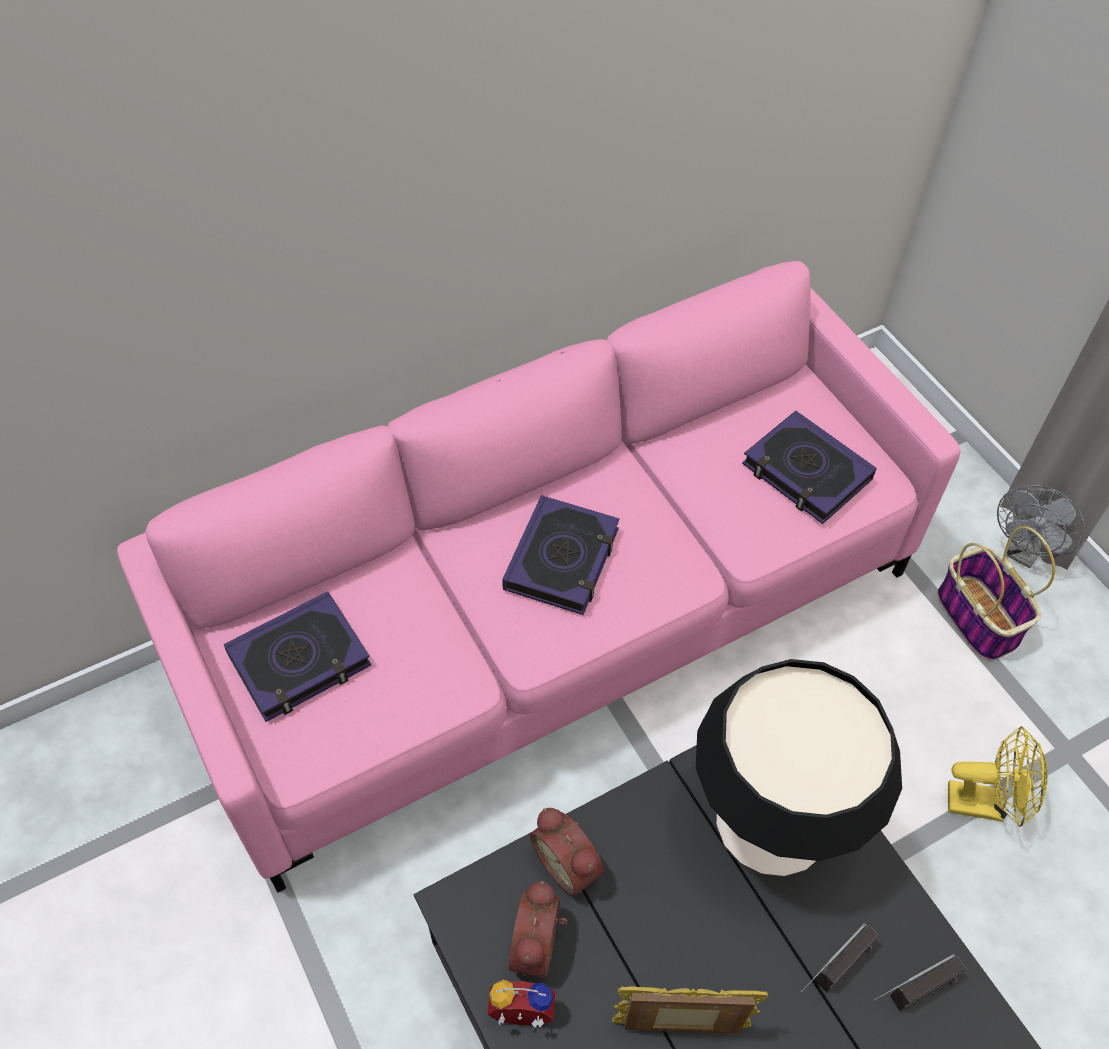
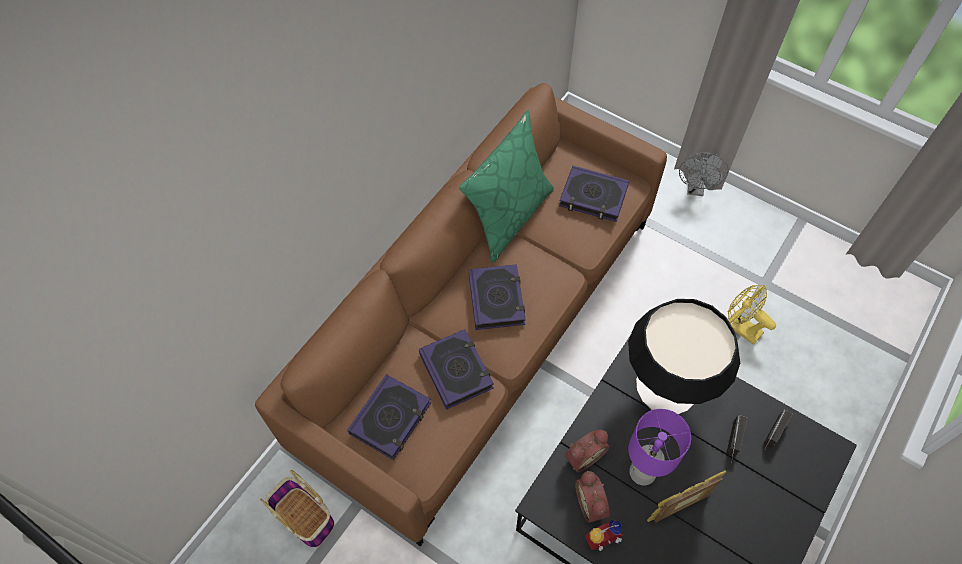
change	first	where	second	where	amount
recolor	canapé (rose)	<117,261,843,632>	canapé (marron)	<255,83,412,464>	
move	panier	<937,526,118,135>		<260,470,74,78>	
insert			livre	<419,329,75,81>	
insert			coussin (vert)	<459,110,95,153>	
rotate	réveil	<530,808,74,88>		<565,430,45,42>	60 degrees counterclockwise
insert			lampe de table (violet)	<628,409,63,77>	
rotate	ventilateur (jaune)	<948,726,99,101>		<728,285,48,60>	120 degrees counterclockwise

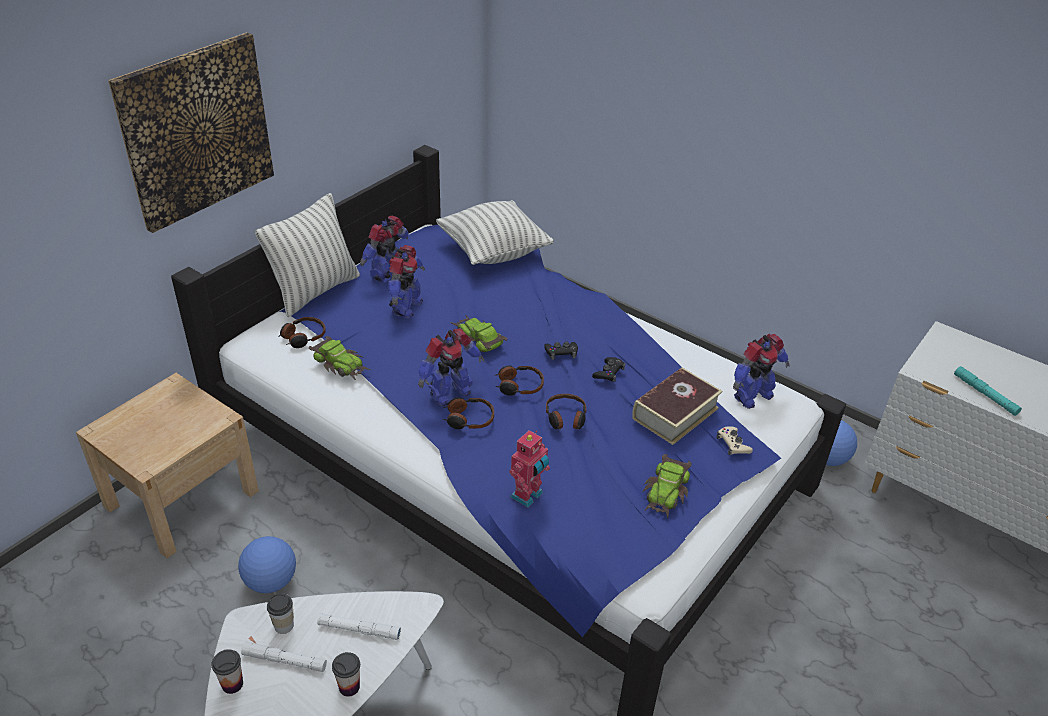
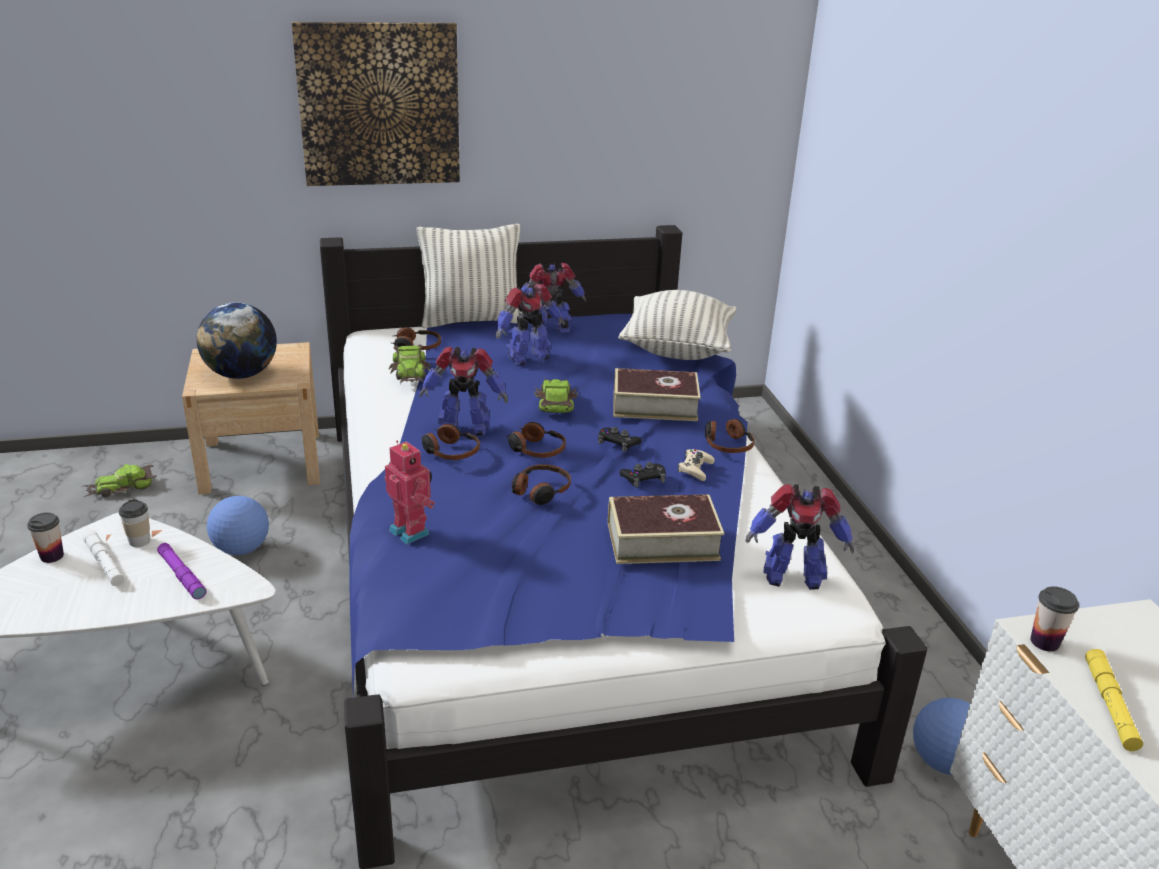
change	first	where	second	where	amount
move	petite voiture	<642,454,50,65>		<83,464,74,33>	
recolor	lampe de poche (blanc)	<317,613,84,27>	lampe de poche (violet)	<157,543,49,56>	
insert			globe	<197,302,80,77>	
rotate	robot jouet	<509,430,41,78>		<384,440,51,104>	120 degrees counterclockwise
insert			livre	<613,368,88,53>	
move	manette (beige)	<716,426,37,29>		<677,449,38,32>	
insert			casque audio	<705,419,50,34>	
move	tasse	<332,652,28,45>		<1030,586,49,66>	
recolor	lampe de poche (turquoise)	<954,366,68,50>	lampe de poche (jaune)	<1085,649,58,102>	

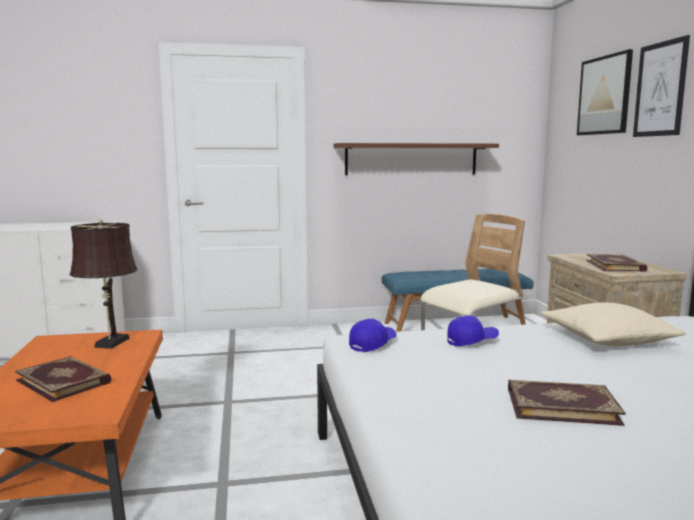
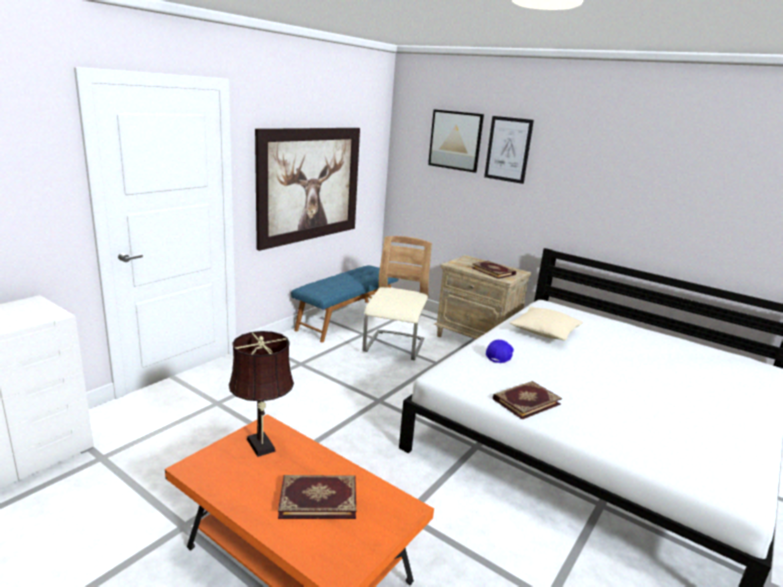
change	first	where	second	where	amount
replace	étagère (marron)	<333,143,166,32>	tableau	<255,128,105,123>	
move	livre	<508,380,118,46>		<493,381,69,39>	
delete	casquette (bleu)	<349,319,48,33>			

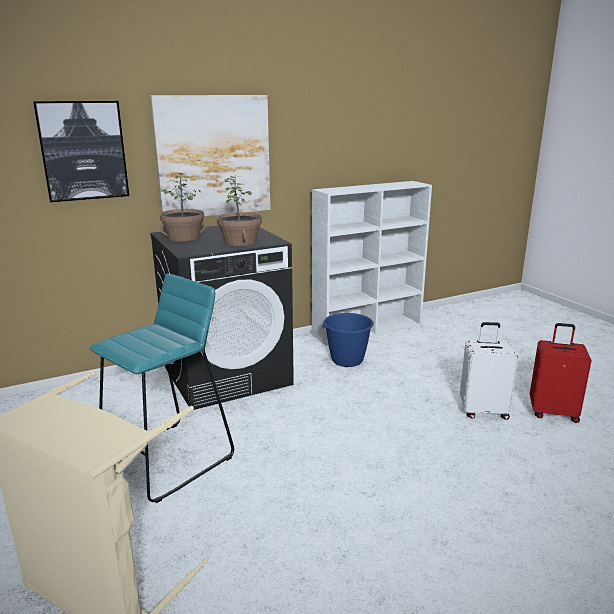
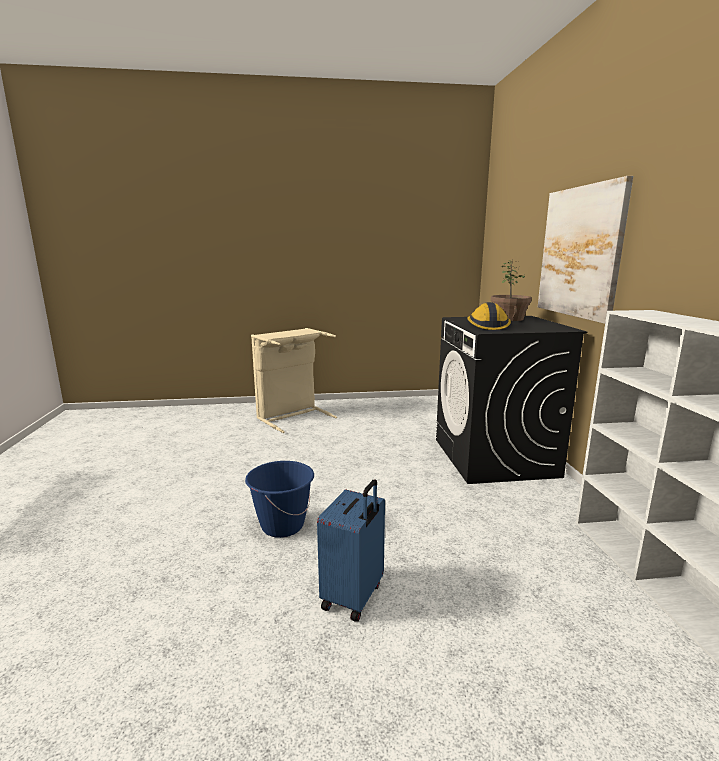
change	first	where	second	where	amount
move	seau (bleu)	<322,313,52,54>		<245,461,69,77>	
recolor	valise (blanc)	<460,322,58,98>	valise (bleu)	<317,479,68,143>	
replace	plante en pot	<217,175,45,71>	casque de chantier	<467,302,44,28>	
delete	tableau	<33,101,96,101>			
delete	tabouret (turquoise)	<89,273,145,230>			
delete	valise (rouge)	<530,323,61,100>			

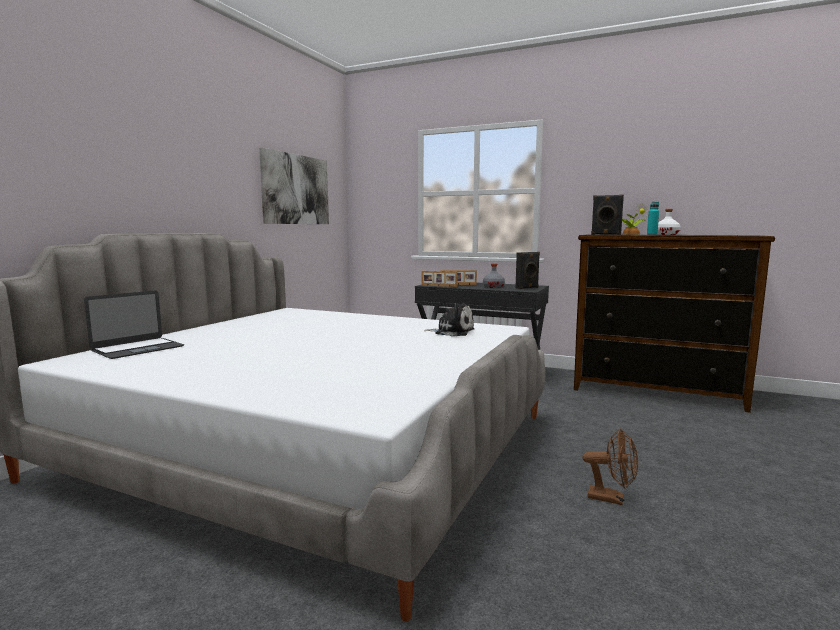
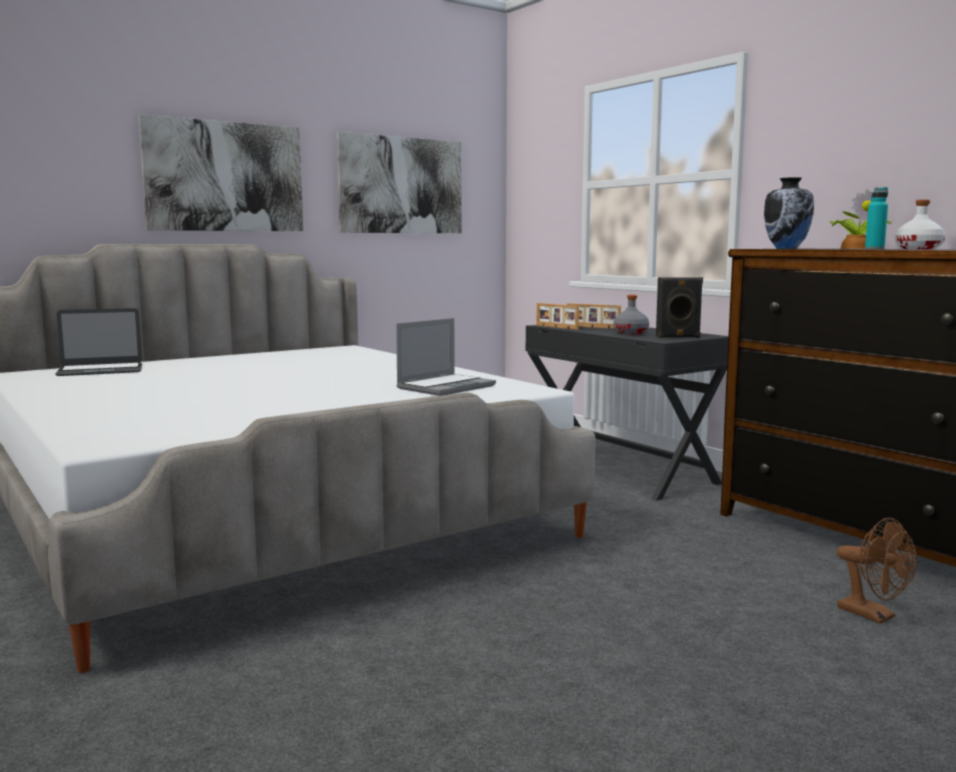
change	first	where	second	where	amount
insert			tableau	<139,115,164,116>	
replace	peluche	<424,303,51,34>	ordinateur portable	<396,318,100,78>	
replace	enceinte (noir)	<591,194,33,41>	vase	<764,177,50,72>	
move	ventilateur (marron)	<582,429,56,76>		<837,518,80,106>	

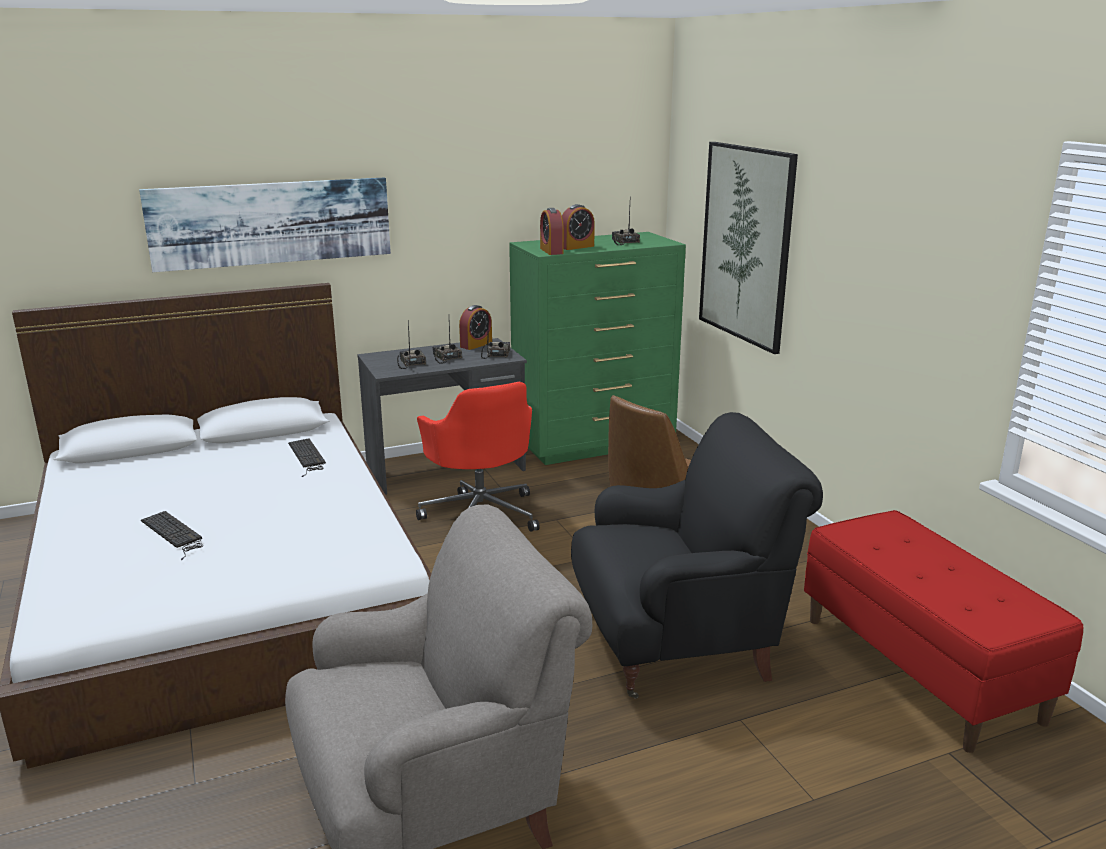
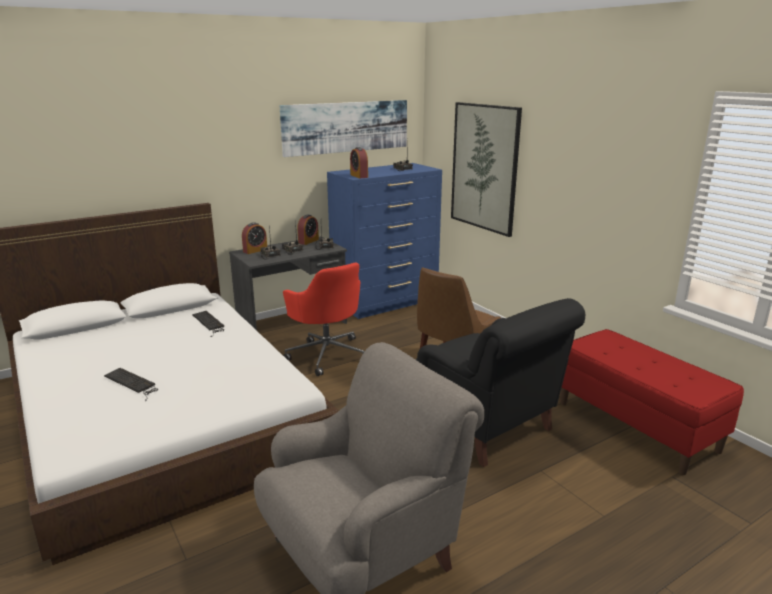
change	first	where	second	where	amount
move	réveil	<562,204,33,46>		<242,222,25,32>	
move	tableau	<139,177,252,95>		<279,100,128,57>	
recolor	commode (vert)	<509,232,177,233>	commode (bleu)	<327,163,115,156>	
rotate	fauteuil (noir)	<571,412,252,287>		<415,298,170,169>	75 degrees clockwise

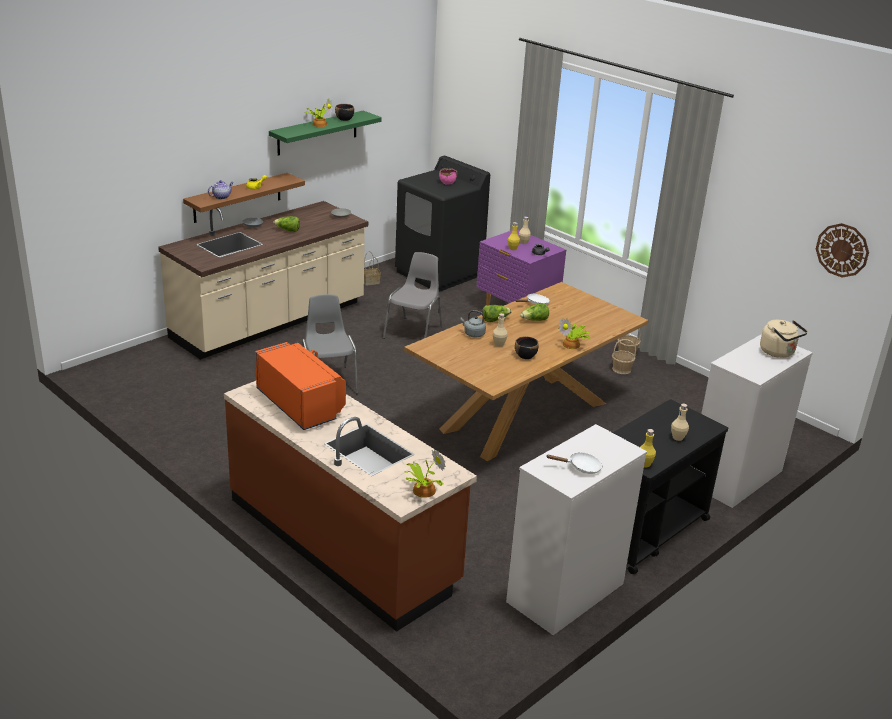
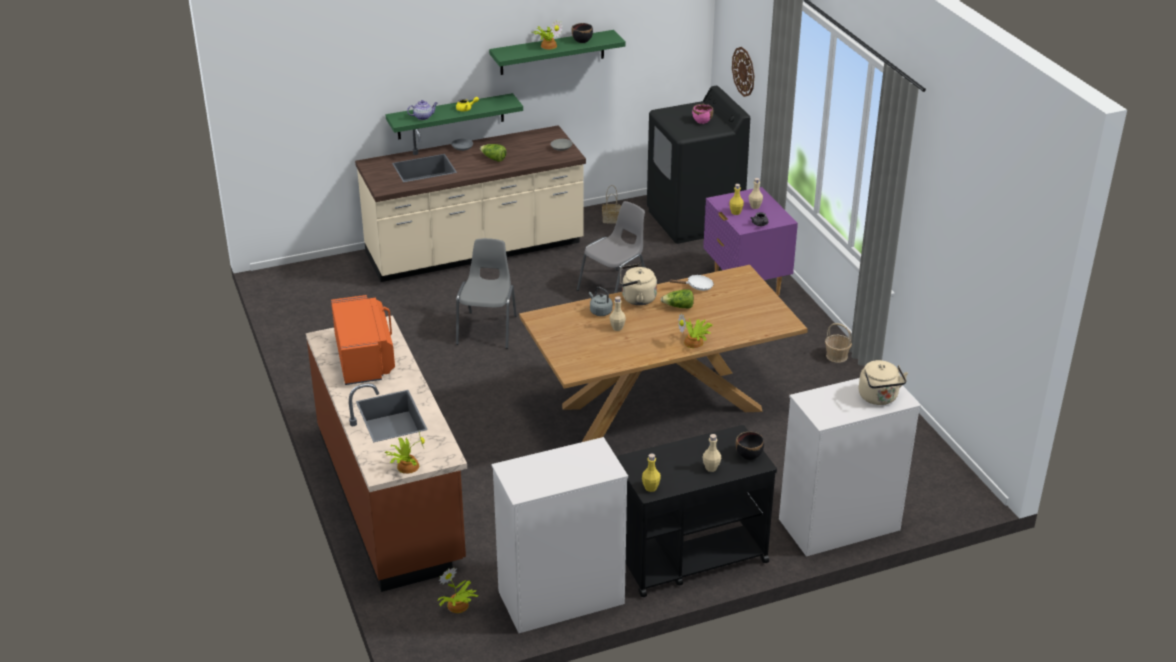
change	first	where	second	where	amount
recolor	étagère (marron)	<183,173,122,50>	étagère (vert)	<385,93,138,46>	
insert			plante en pot	<437,567,42,46>	
replace	laitue	<482,305,30,17>	bouilloire (beige)	<620,264,37,41>	
move	horloge murale	<816,223,53,54>		<732,47,23,50>	
move	bol (noir)	<515,336,24,23>		<736,431,28,29>	
delete	poêle (blanc)	<547,452,55,22>			
delete	panier	<612,339,24,35>			

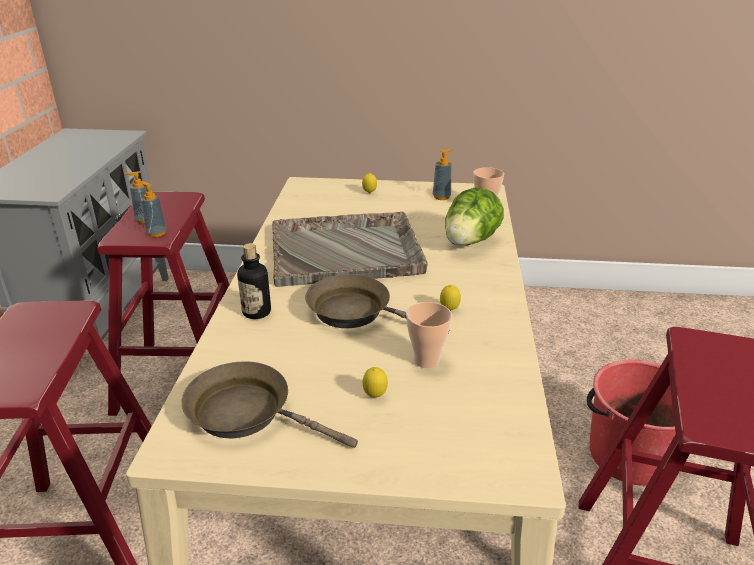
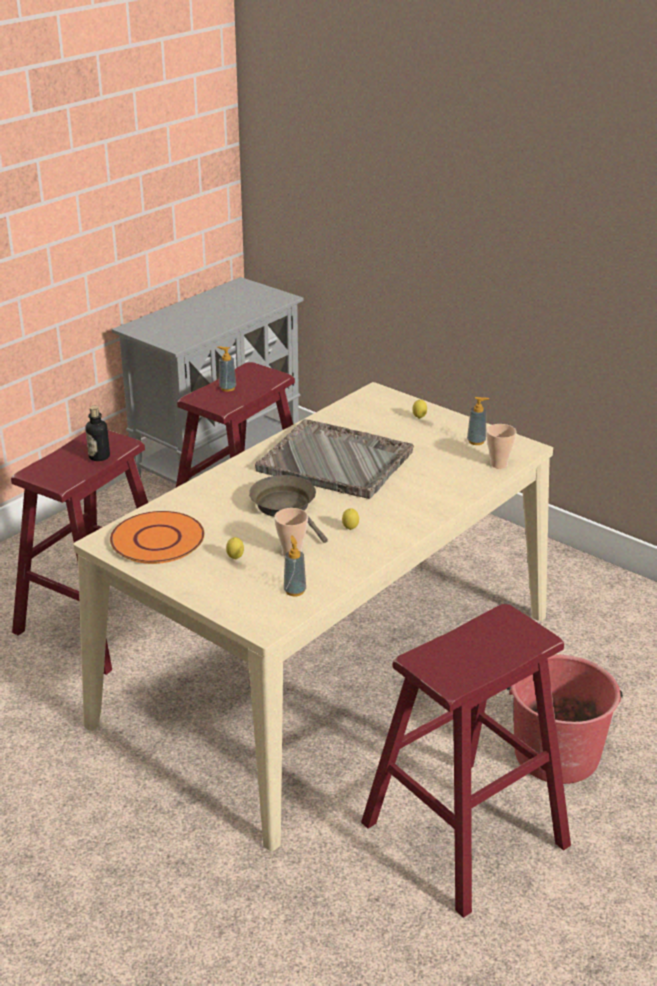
change	first	where	second	where	amount
move	bouteille	<237,243,34,76>		<85,406,25,55>	
replace	poêle (marron)	<182,361,176,87>	assiette (orange)	<110,511,95,53>	
move	distributeur de savon	<141,181,26,56>		<284,535,22,61>	
delete	laitue	<445,187,59,59>			

